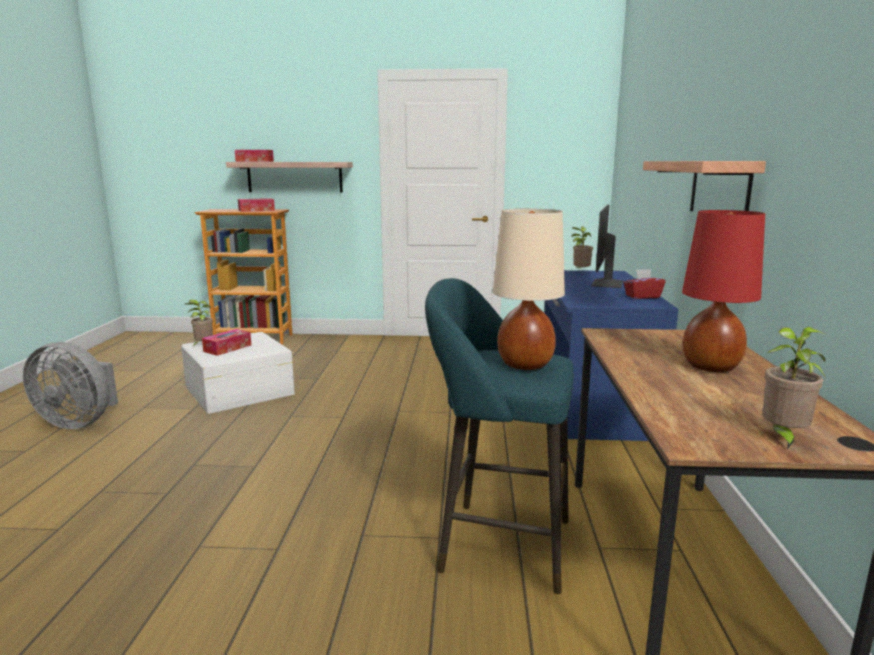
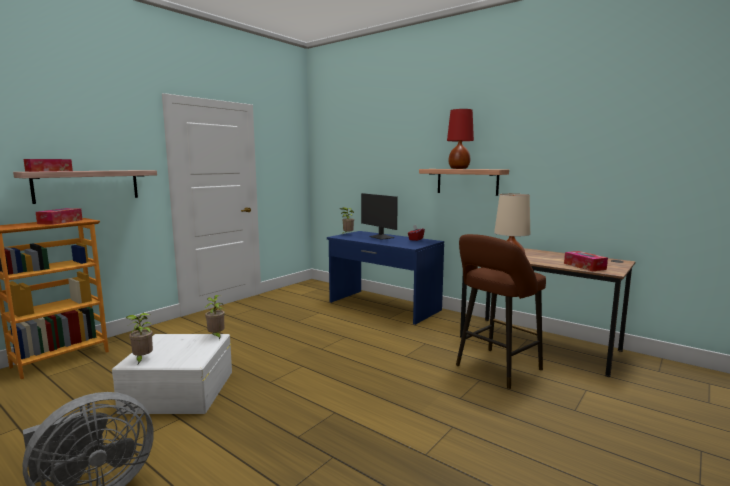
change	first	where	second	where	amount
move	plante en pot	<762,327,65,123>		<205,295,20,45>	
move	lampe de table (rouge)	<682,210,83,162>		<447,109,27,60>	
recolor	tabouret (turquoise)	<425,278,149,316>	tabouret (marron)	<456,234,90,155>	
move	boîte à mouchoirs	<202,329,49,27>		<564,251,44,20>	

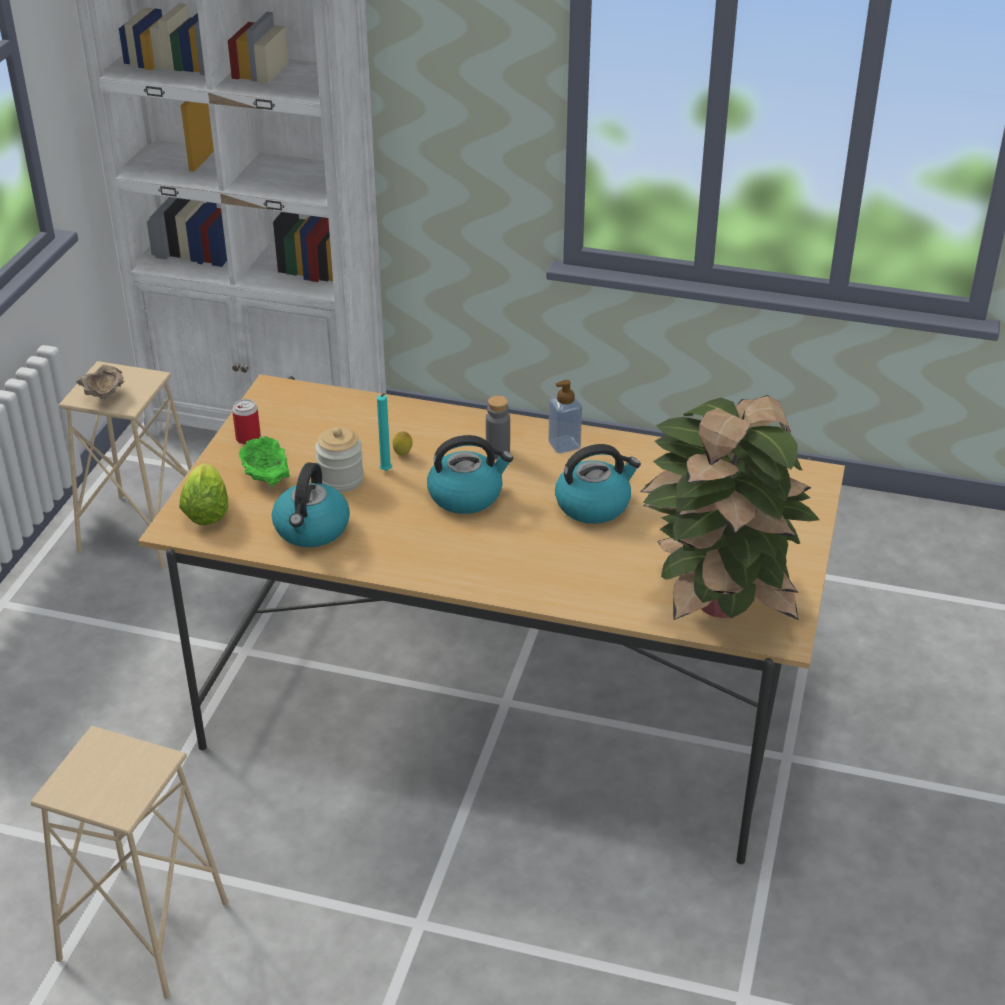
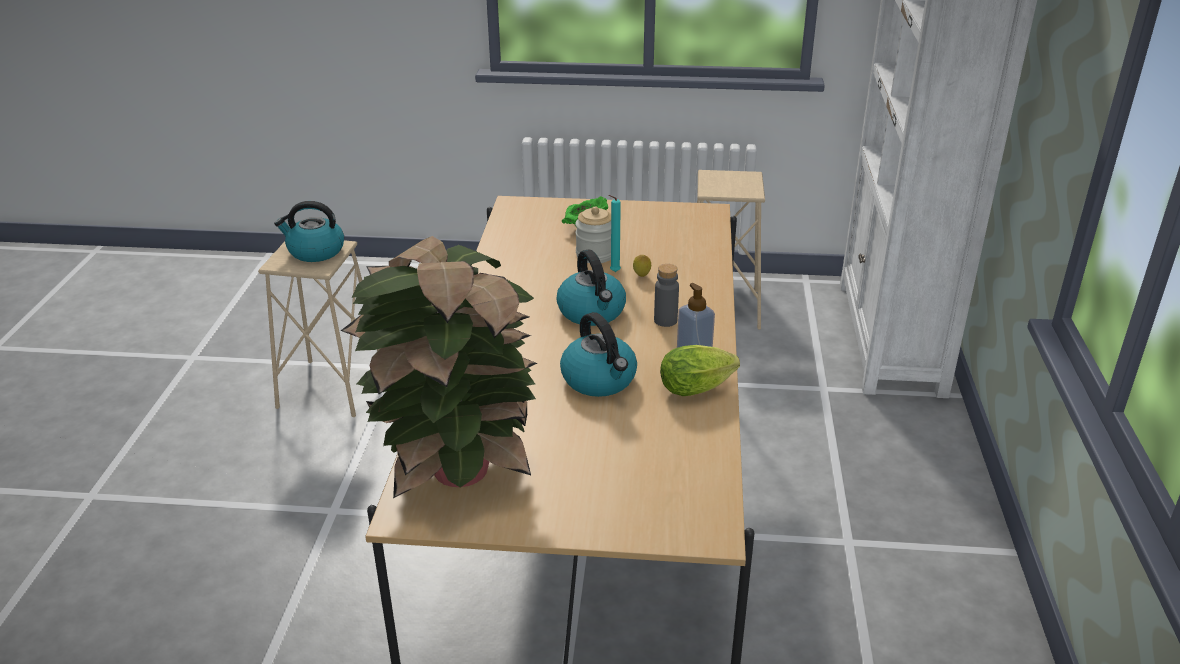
change	first	where	second	where	amount
move	bouilloire	<272,462,78,85>		<274,201,70,61>	
move	laitue	<179,463,49,62>		<660,345,80,51>	
delete	bol (beige)	<76,365,48,35>			
delete	boîte métallique	<232,399,29,46>			

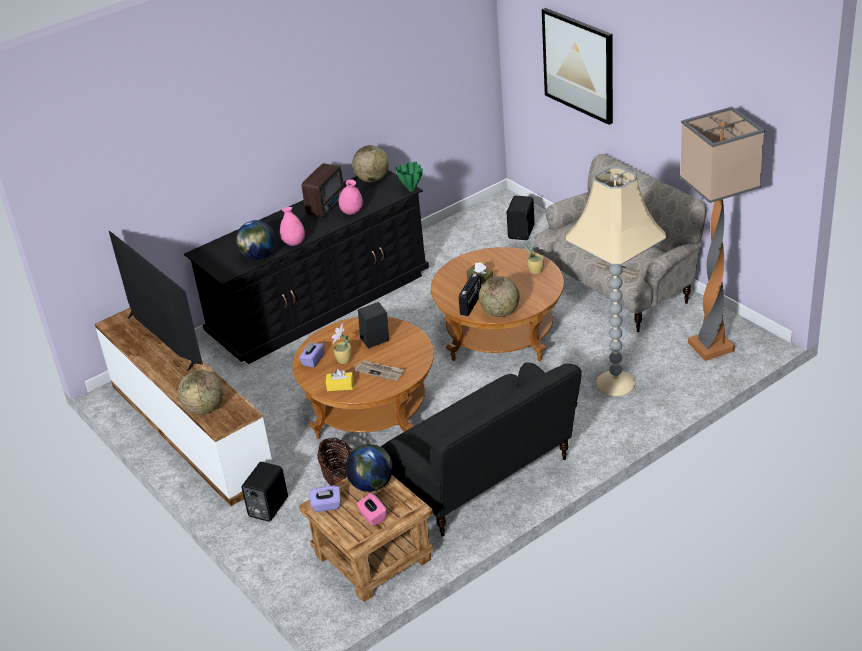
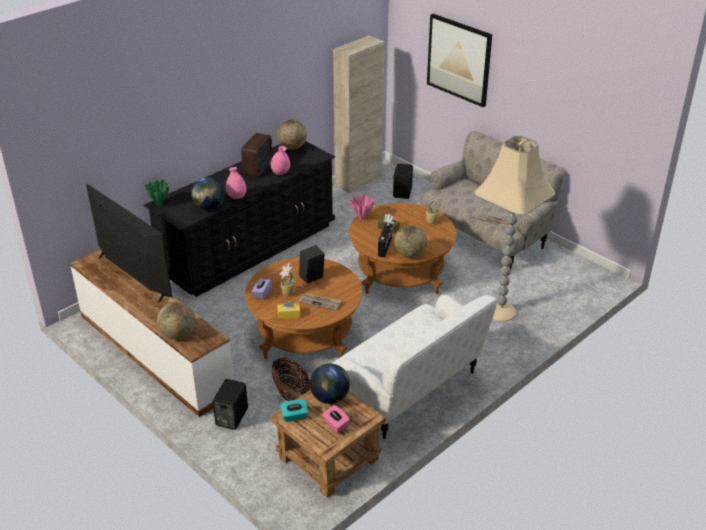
change	first	where	second	where	amount
move	vase (vert)	<396,161,27,30>		<145,180,24,26>	
recolor	boîte à mouchoirs (violet)	<309,486,32,26>	boîte à mouchoirs (turquoise)	<280,399,28,23>	
recolor	canapé (noir)	<381,362,201,175>	canapé (blanc)	<332,295,165,144>	
insert			meuble de rangement (beige)	<333,35,52,158>	
insert			vase (rose)	<350,195,24,25>	
delete	lampadaire	<679,107,86,254>			

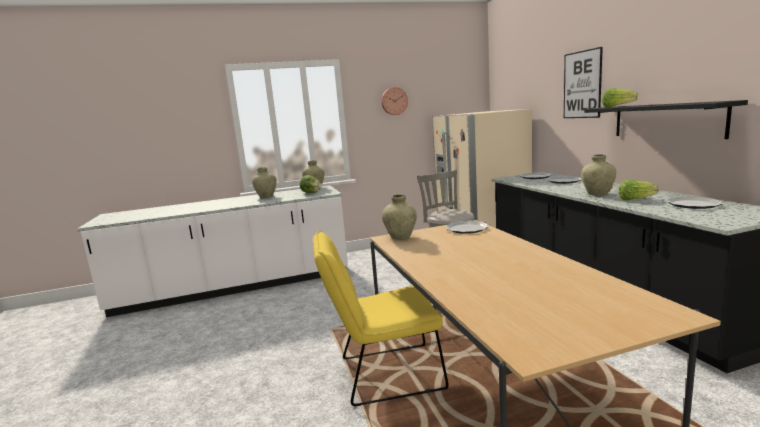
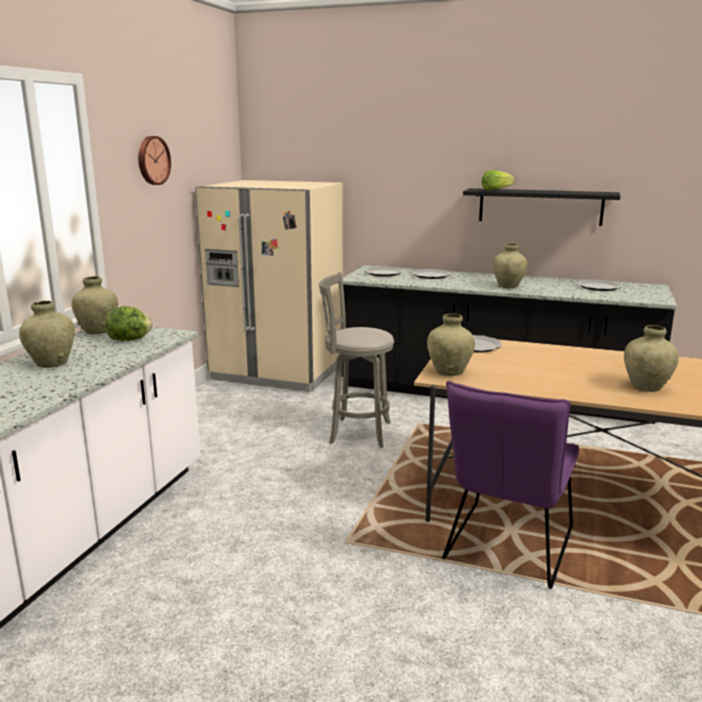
change	first	where	second	where	amount
recolor	chaise (jaune)	<313,230,136,176>	chaise (violet)	<442,381,137,208>	
insert			vase (beige)	<624,325,55,67>	
delete	tableau	<564,47,39,71>			
delete	laitue	<619,180,39,21>			

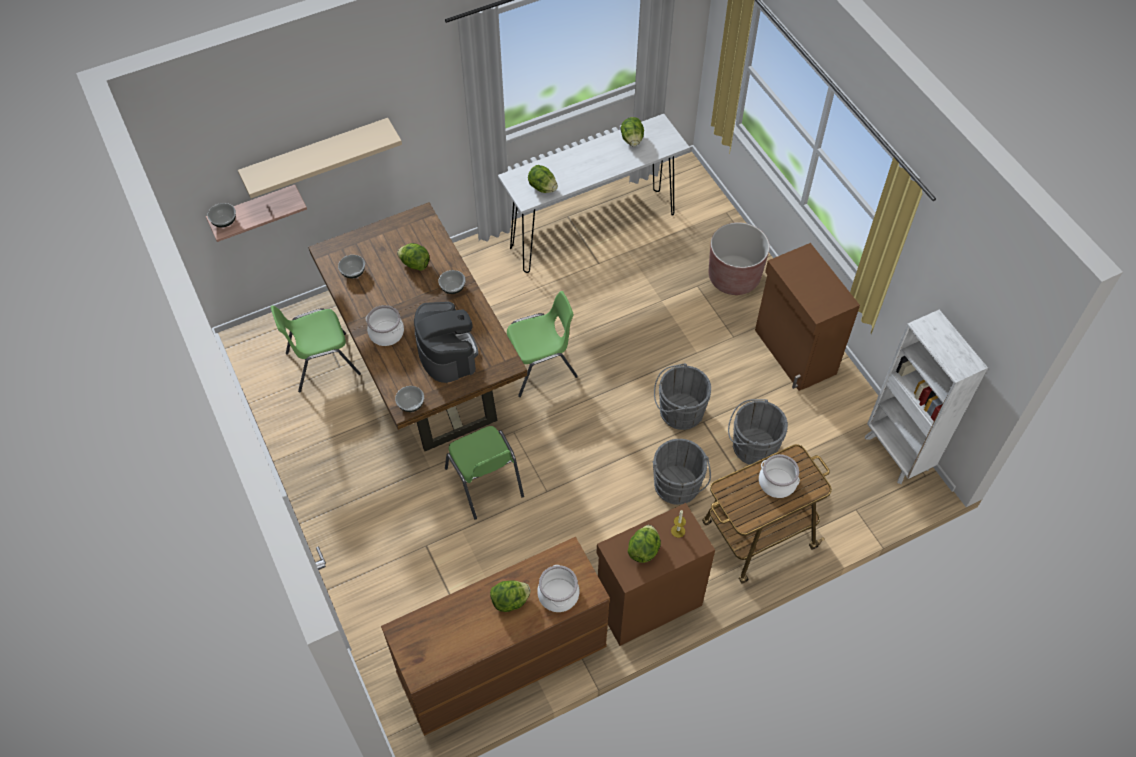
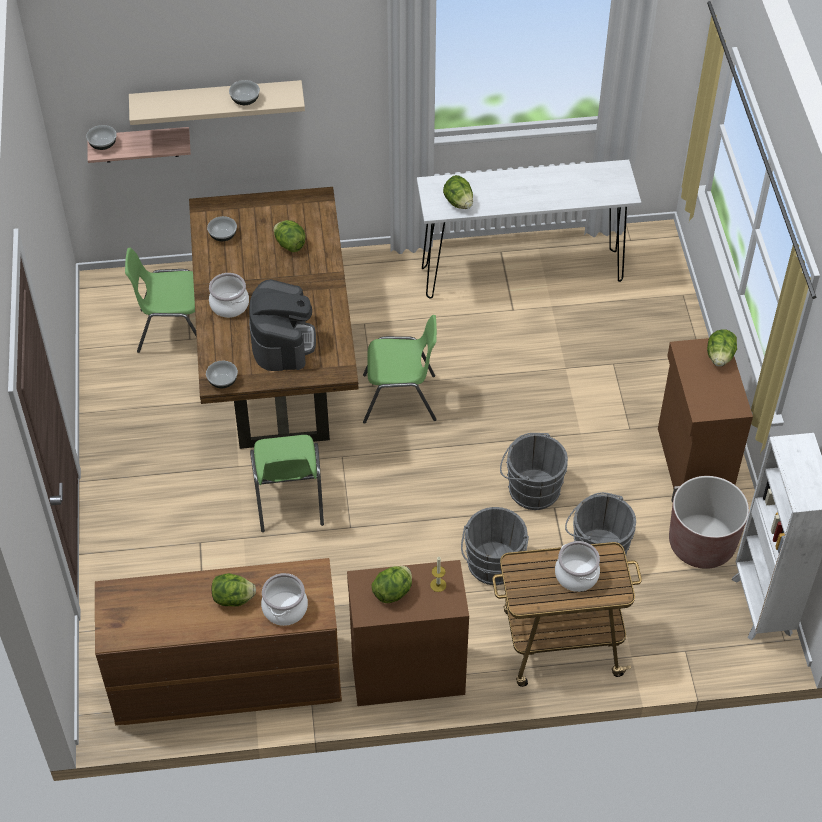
change	first	where	second	where	amount
move	bol	<438,270,28,24>		<229,80,31,25>	
move	cache-pot (marron)	<709,222,61,73>		<669,476,80,93>	
move	laitue	<621,117,23,30>		<707,329,30,38>	

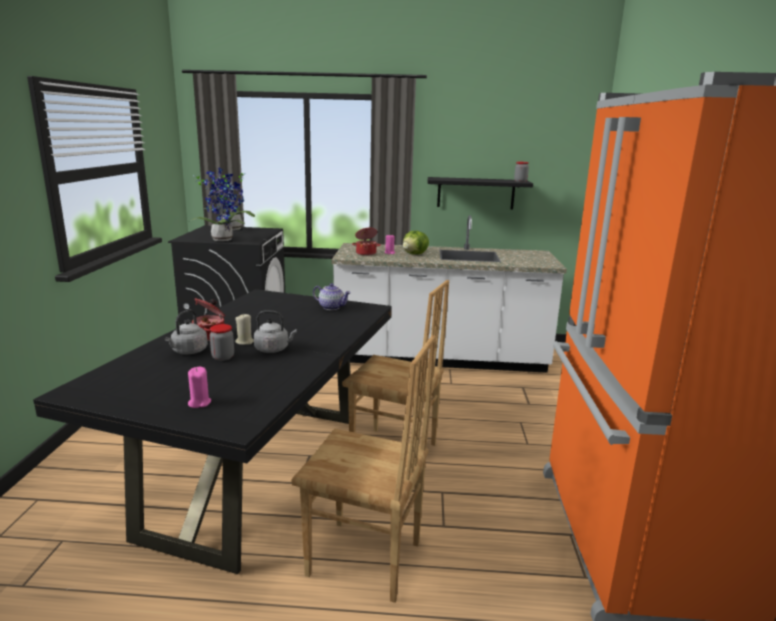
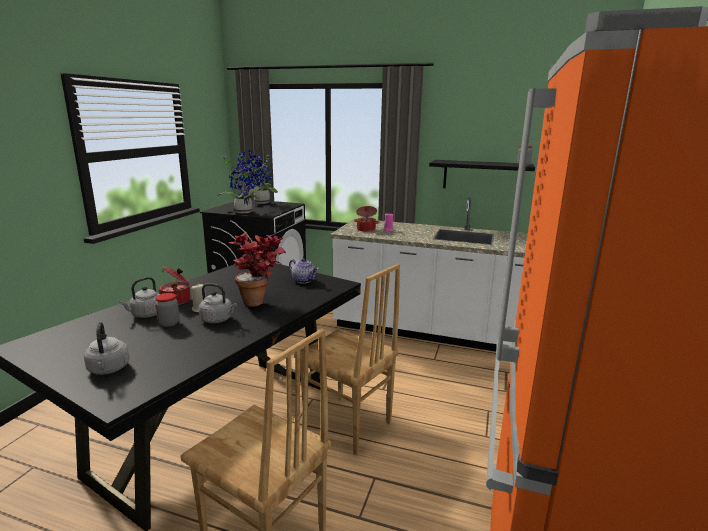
change	first	where	second	where	amount
replace	bougie (rose)	<188,367,23,41>	bouilloire (gris)	<84,322,45,53>	
insert			plante en pot	<229,232,57,75>	
delete	laitue	<403,231,26,23>			

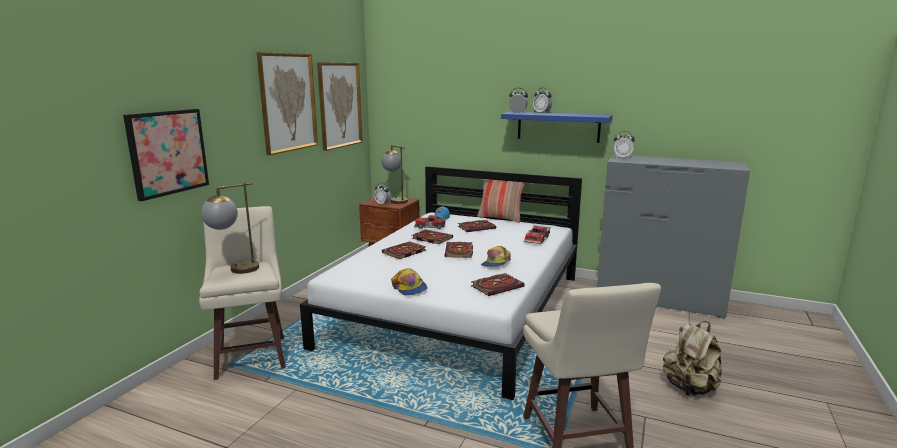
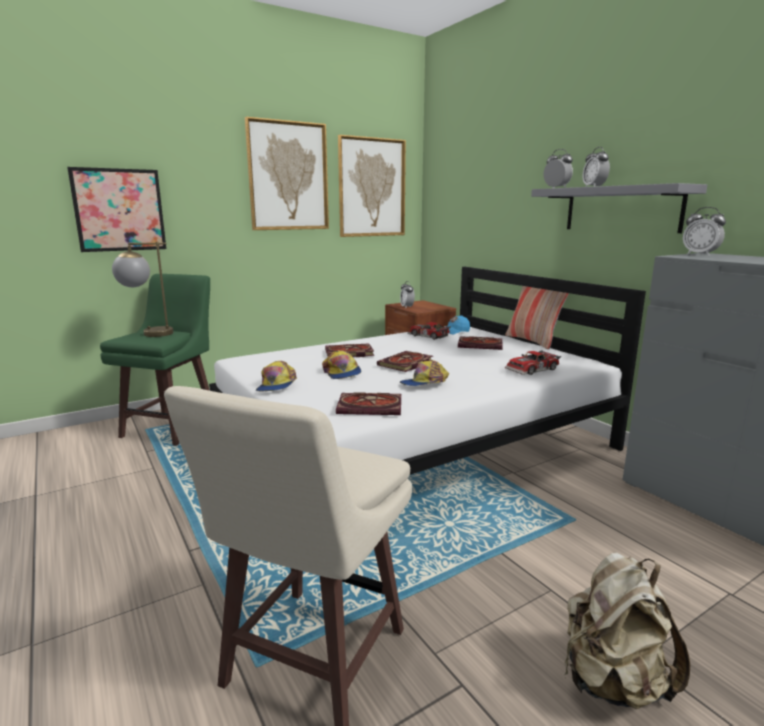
change	first	where	second	where	amount
recolor	tabouret (beige)	<199,206,87,174>	tabouret (vert)	<100,274,110,172>	
insert			casquette	<322,350,40,29>	
recolor	étagère (bleu)	<501,112,111,31>	étagère (gris)	<531,183,176,50>	
delete	lampe de table	<381,145,27,59>			
delete	livre	<412,229,41,15>			

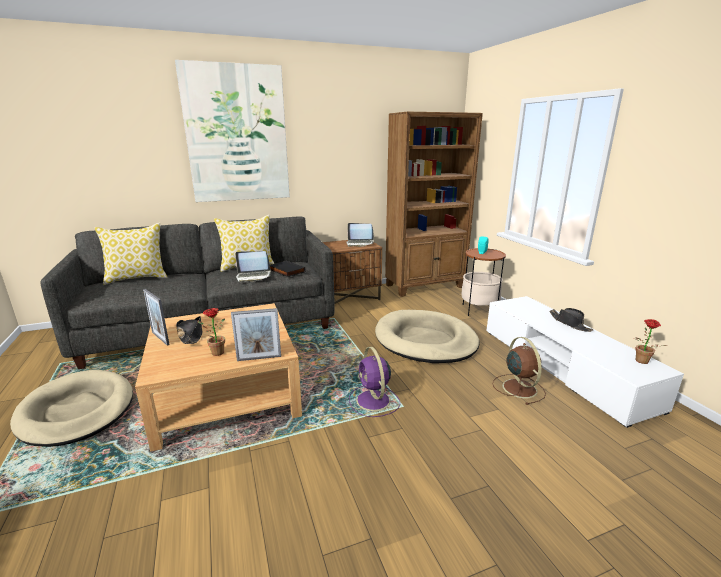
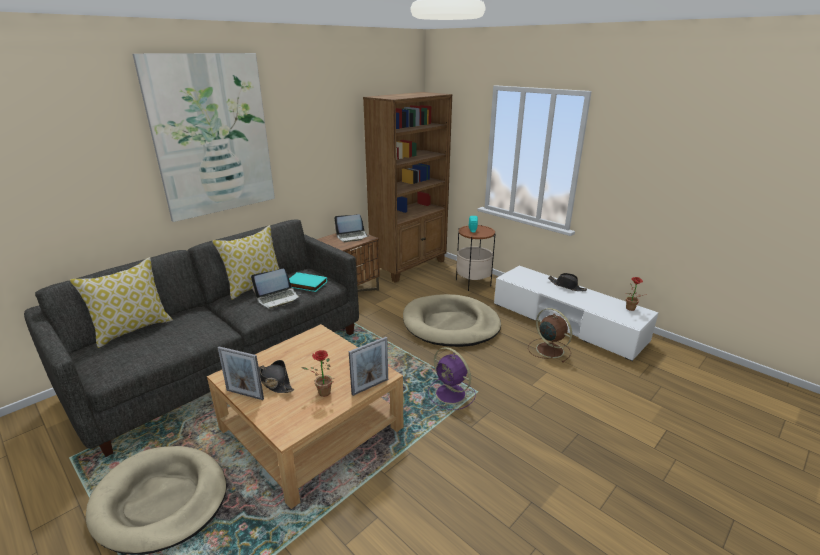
change	first	where	second	where	amount
recolor	livre (noir)	<270,261,36,16>	livre (turquoise)	<289,272,38,20>	

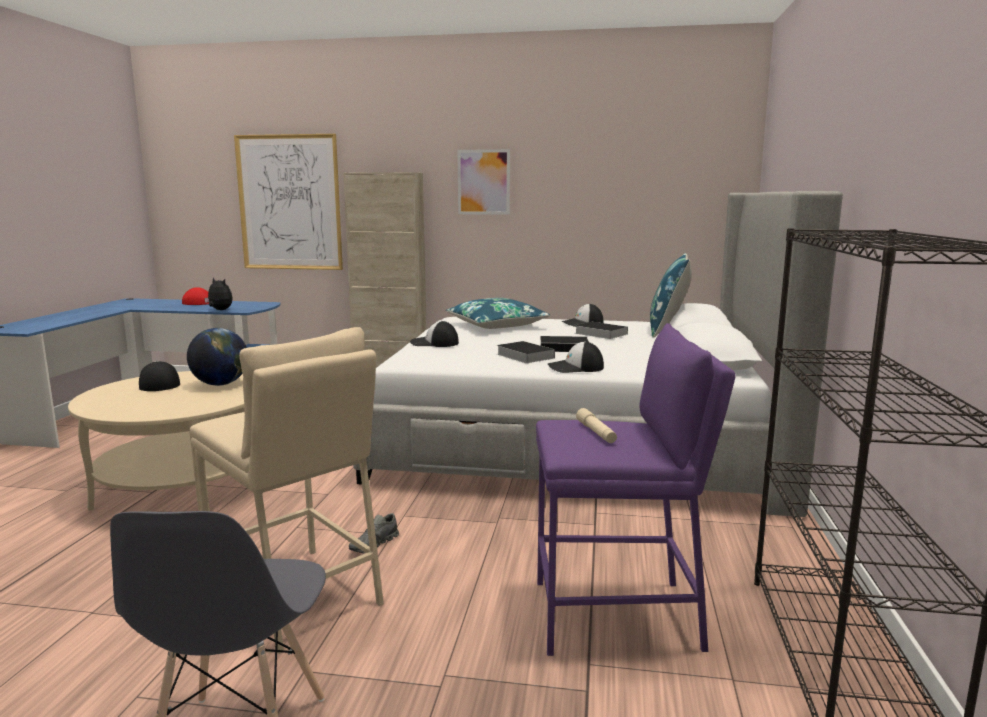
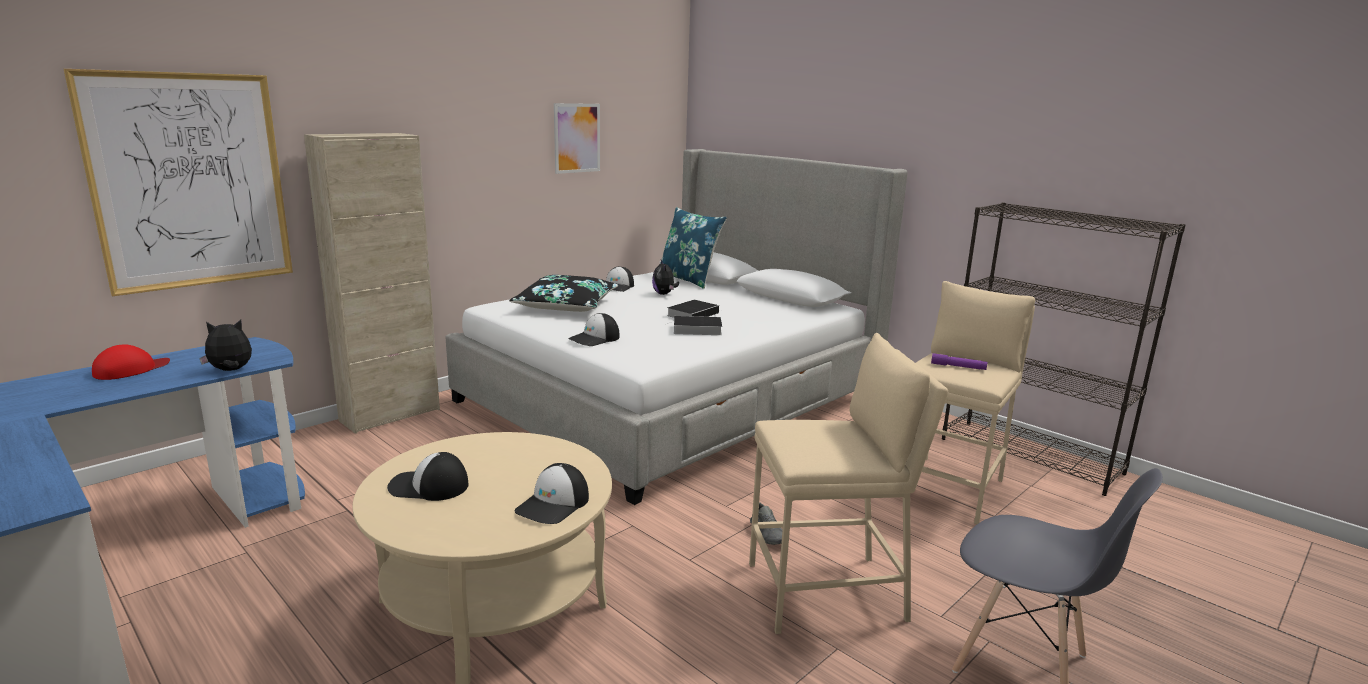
change	first	where	second	where	amount
recolor	coussin (bleu)	<446,298,104,31>	coussin (noir)	<509,275,110,37>	
move	casquette	<548,341,56,32>		<515,463,74,61>	
move	tableau	<457,149,53,66>		<554,103,46,71>	
replace	livre	<575,322,53,17>	peluche	<652,260,27,35>	
recolor	tabouret (violet)	<536,323,200,333>	tabouret (beige)	<916,281,119,243>	
recolor	lampe de poche (beige)	<576,408,41,35>	lampe de poche (violet)	<931,353,56,17>	
delete	globe	<187,328,60,58>			

